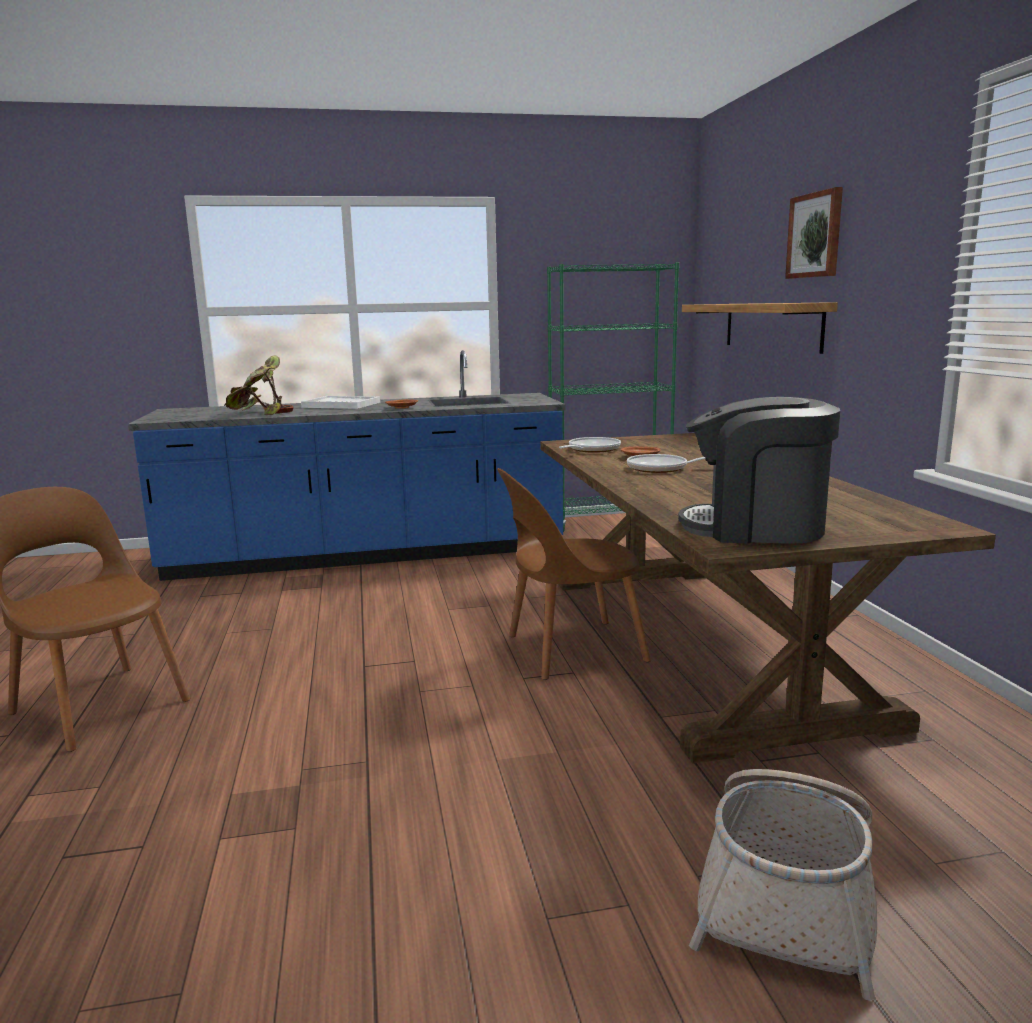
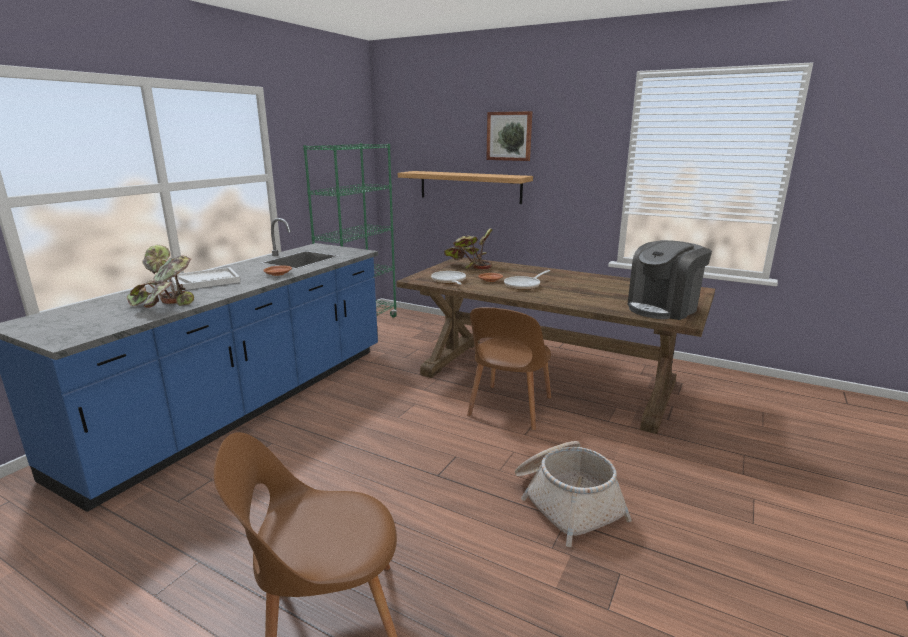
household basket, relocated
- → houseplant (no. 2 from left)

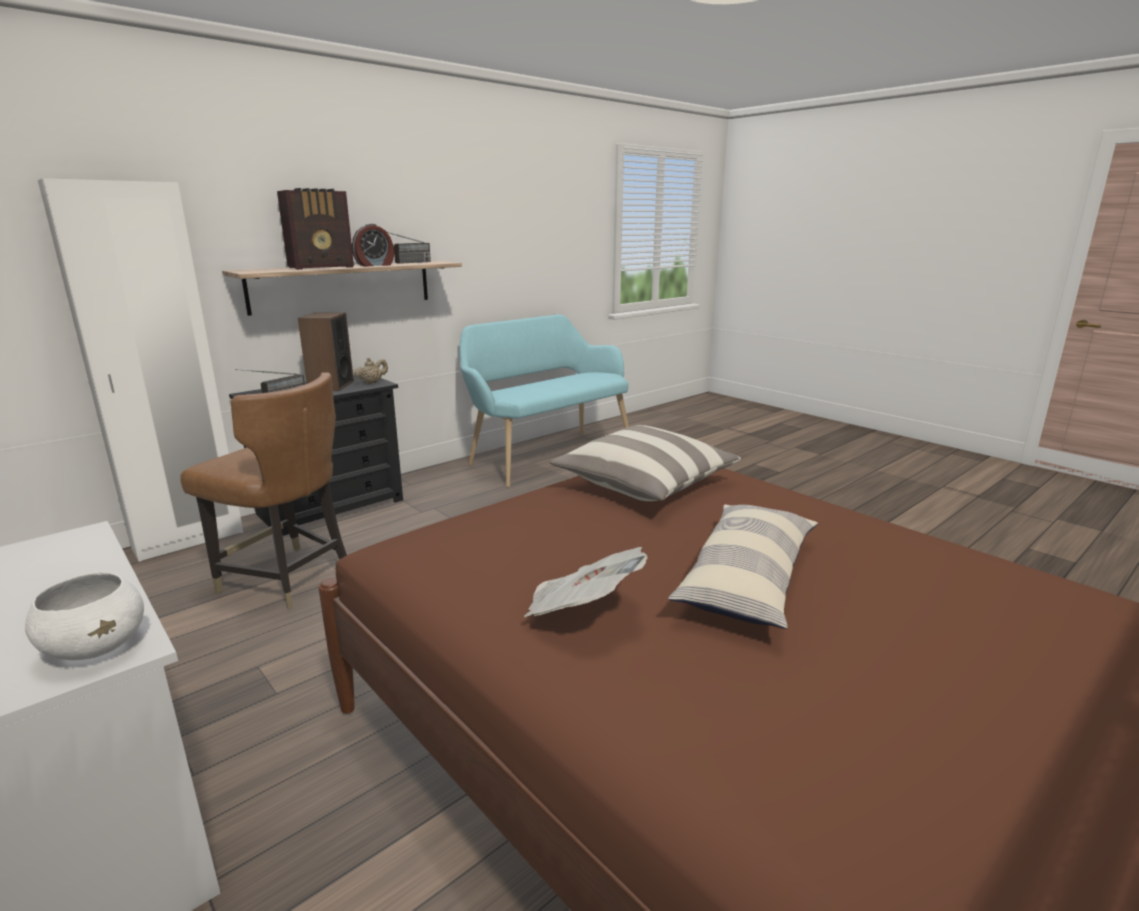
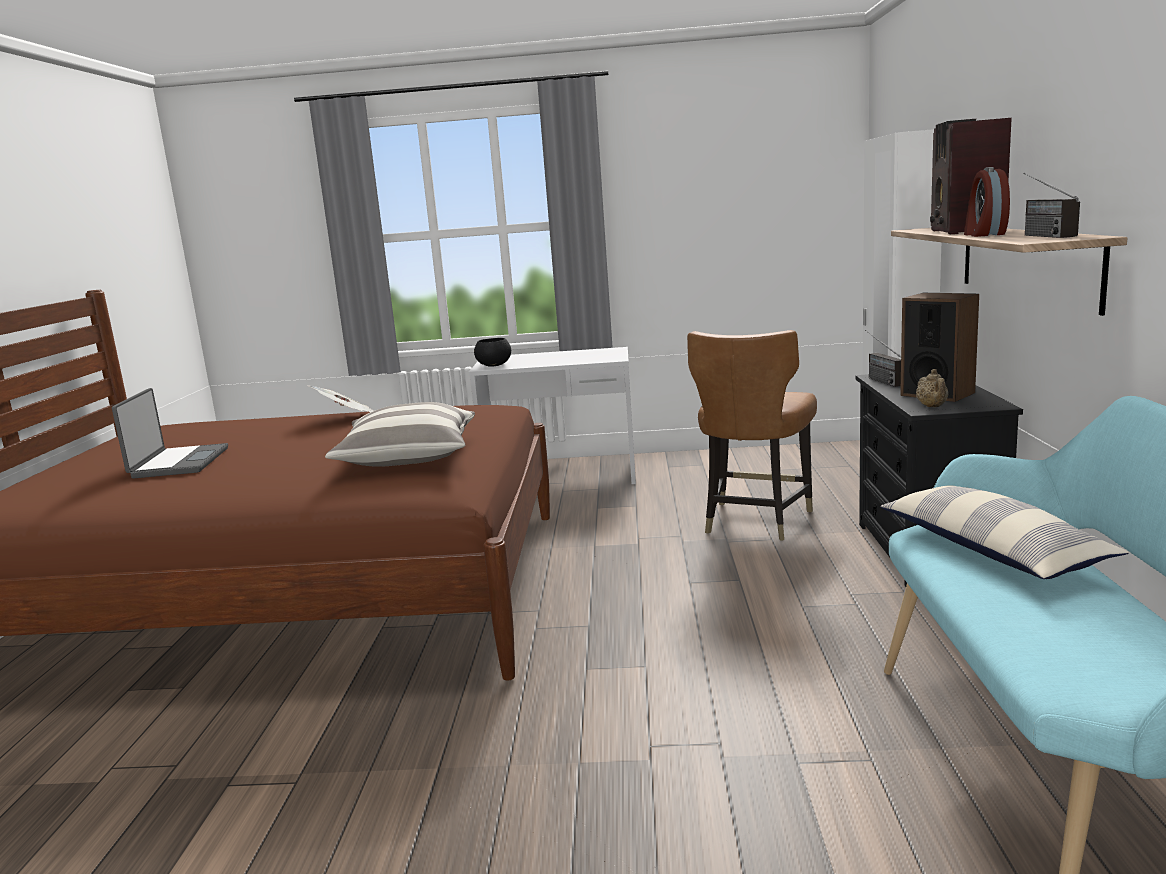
white-coloured bowl → black-coloured bowl
brown upright chair, 45 degrees counterclockwise
cushion (no. 2 from left), relocated
- → portable computer

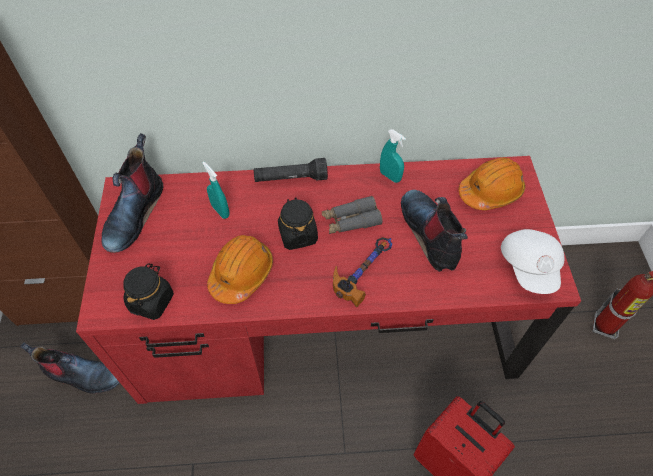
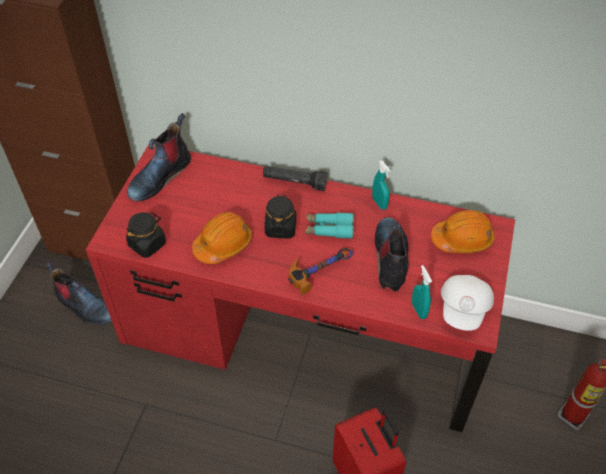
turquoise hand sprayer (no. 1 from left in the first image) → turquoise hand sprayer (no. 2 from left), relocated
greyish field glasses → turquoise field glasses

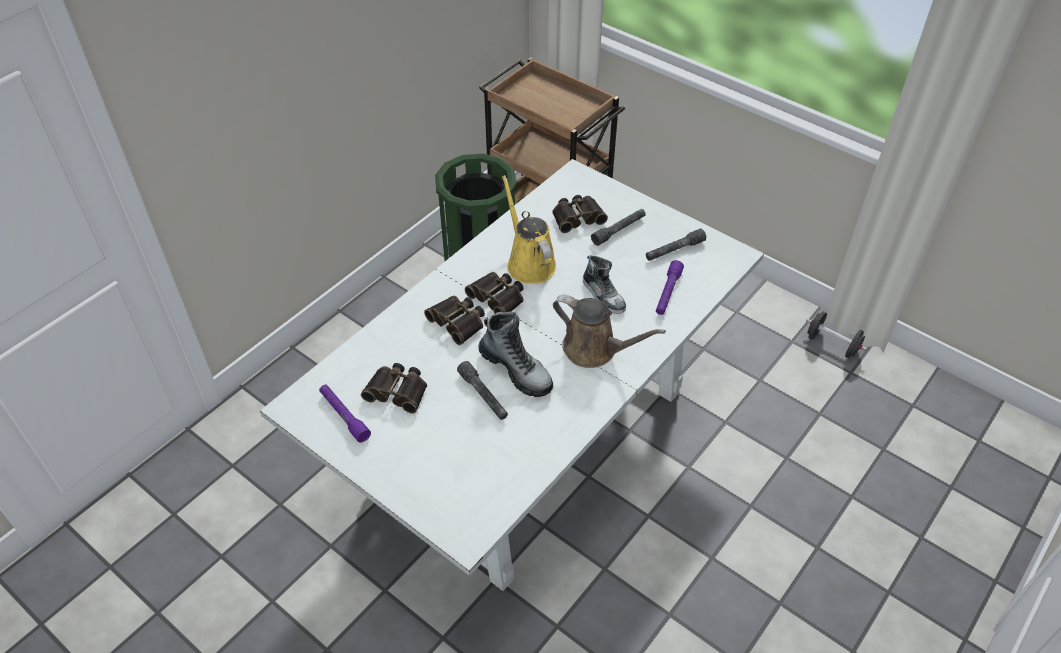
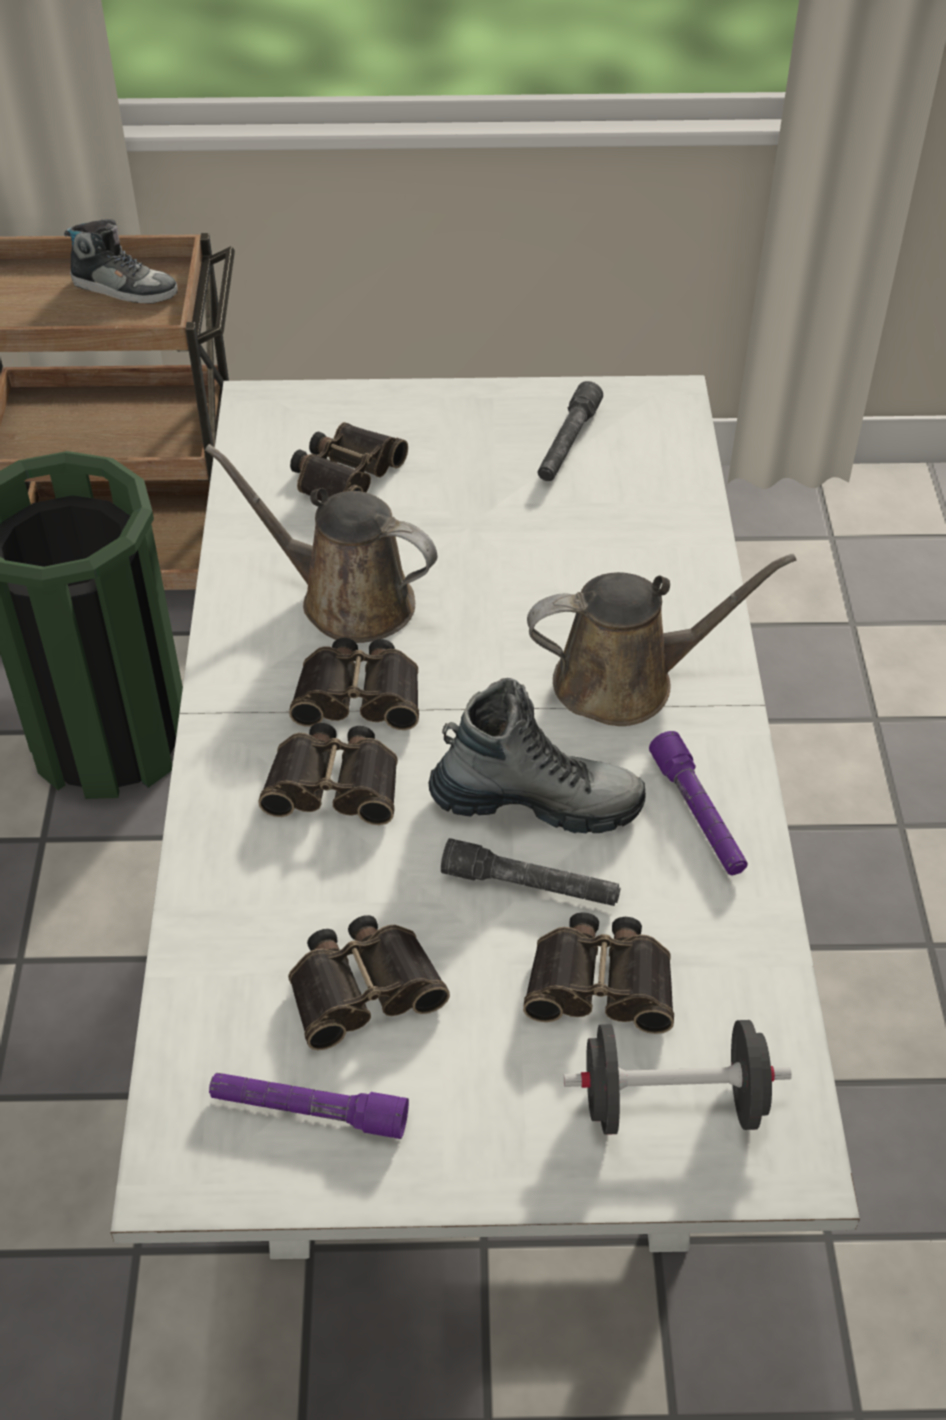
yellow-coloured watering can → brown watering can (no. 1 from left)
low shoe, relocated
greyish hand torch (no. 2 from left) → -
purple hand torch (no. 2 from left), relocated
black-coloured dumbbell, relocated
- → field glasses (no. 5 from left)

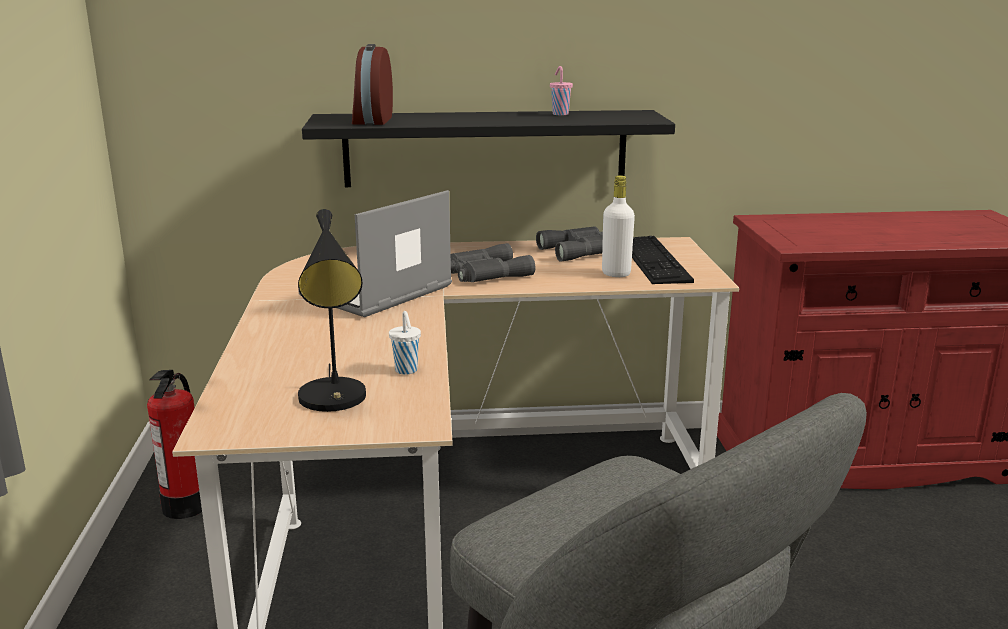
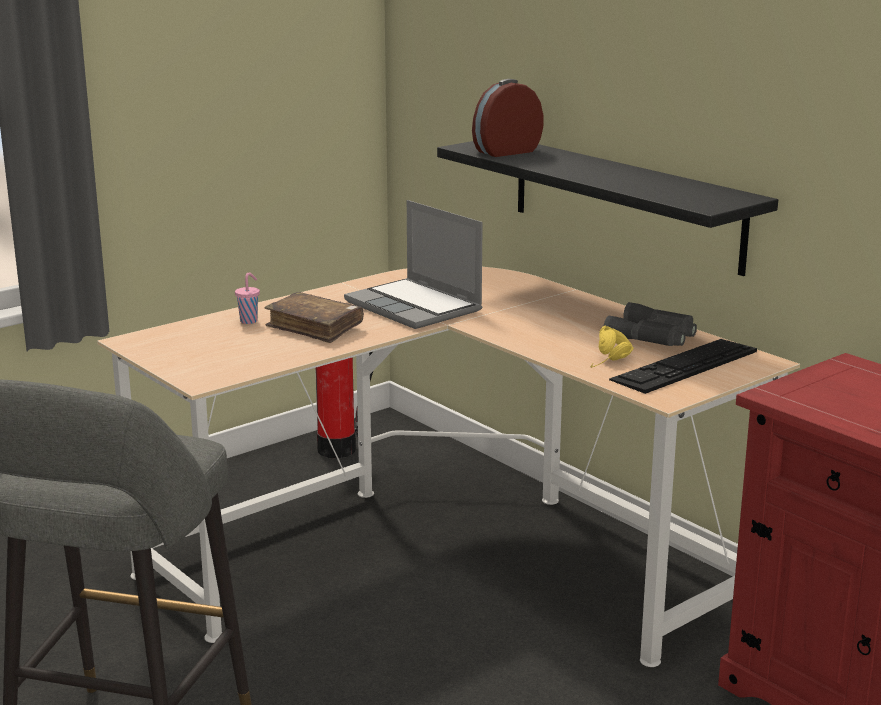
portable computer, 135 degrees counterclockwise
black-coloured lamp for a table → -
white-coloured small cup → -
greyish field glasses (no. 1 from left) → -
pinkish small cup, relocated
white-coloured bottle → yellow-coloured headset
- → brown volume

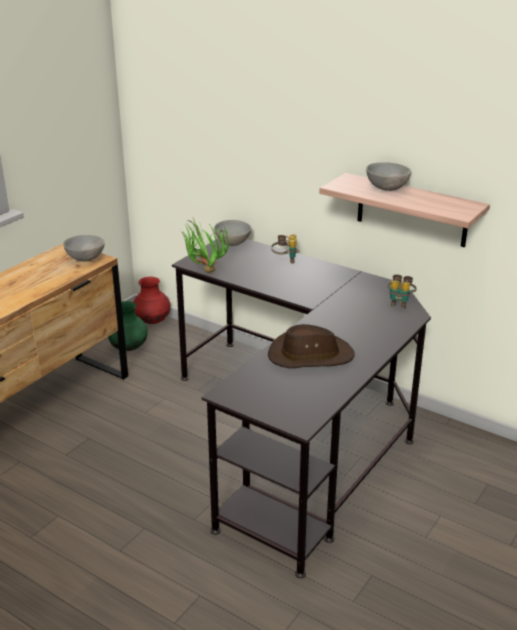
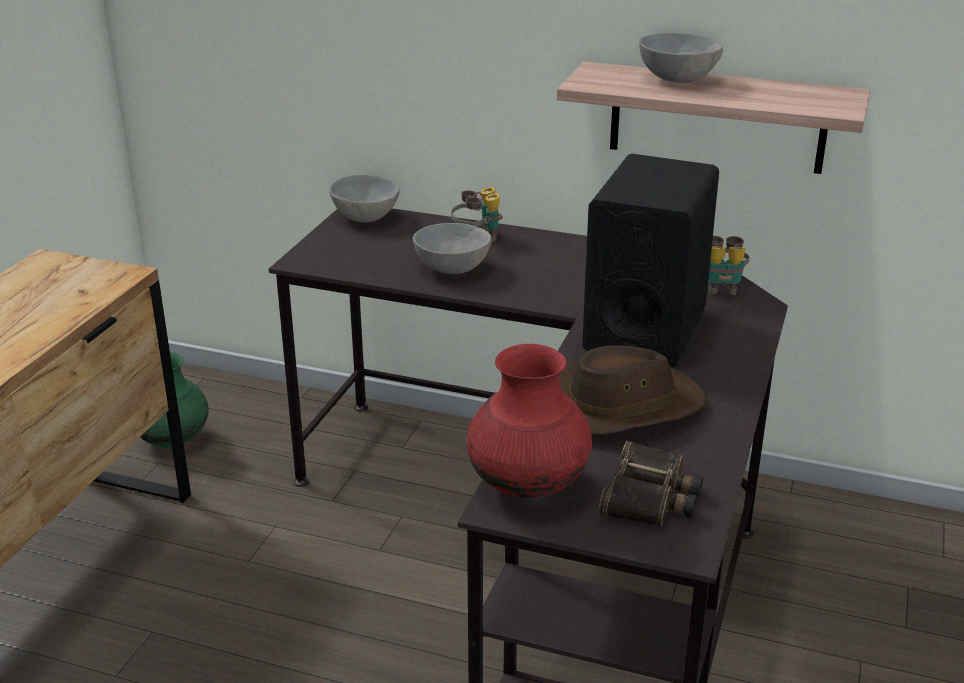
greyish bowl (no. 1 from left in the first image) → greyish bowl (no. 2 from left), relocated
reddish flower vase, relocated
houseplant → -
- → black-coloured speaker
- → field glasses (no. 2 from left)

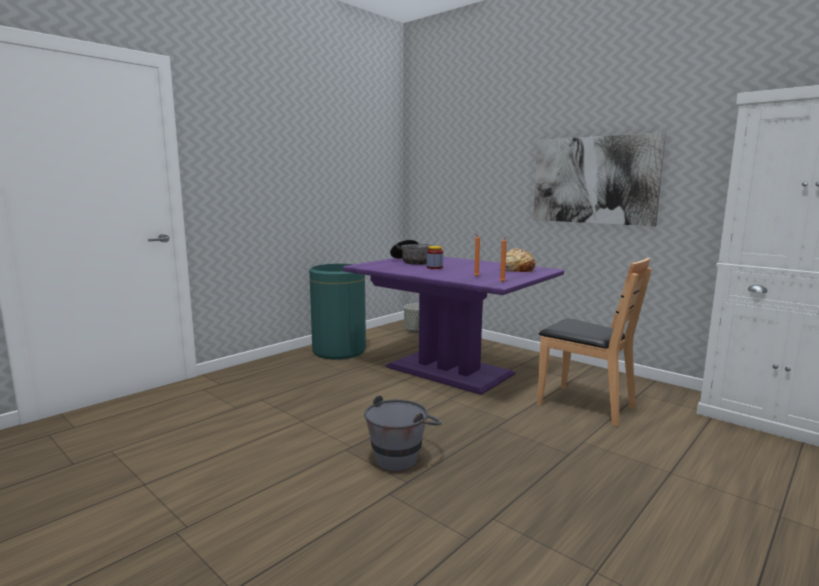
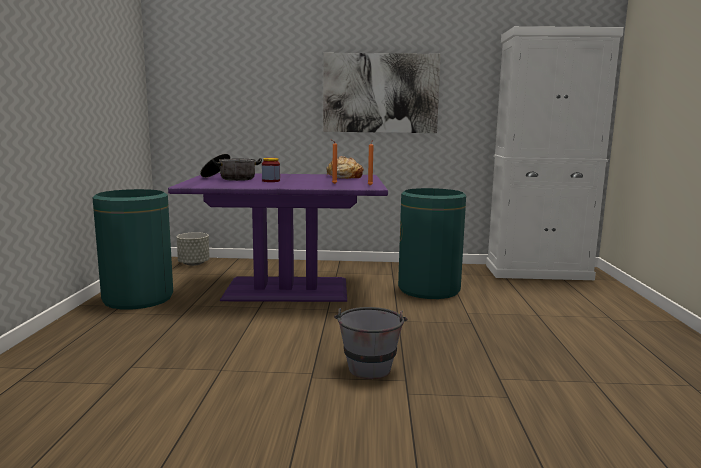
brown upright chair → green-coloured trash can (no. 2 from left)

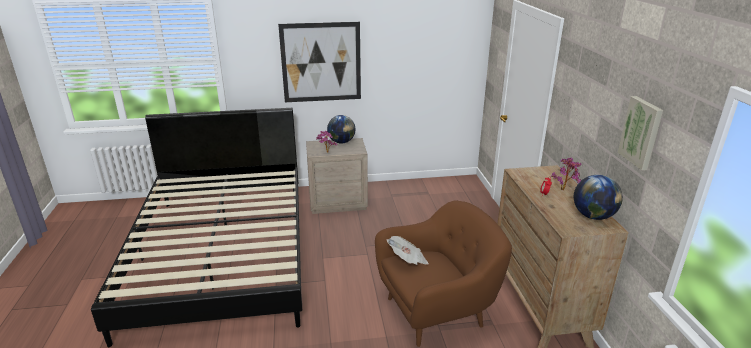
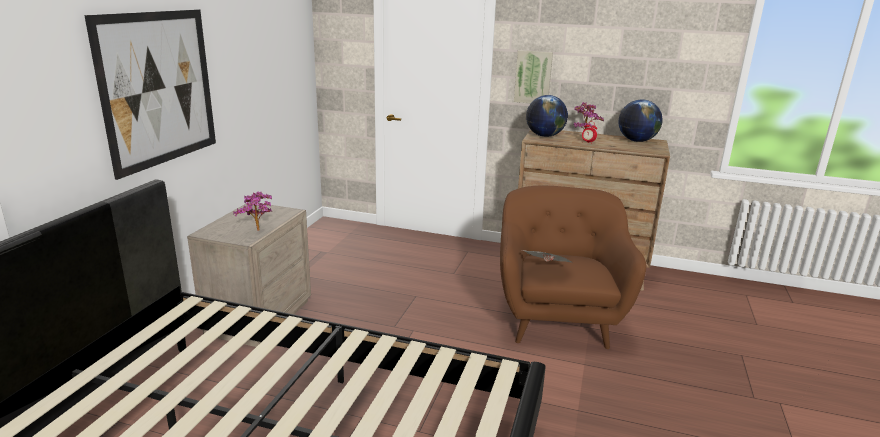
globe (no. 1 from left), relocated
wall picture (no. 2 from left), relocated

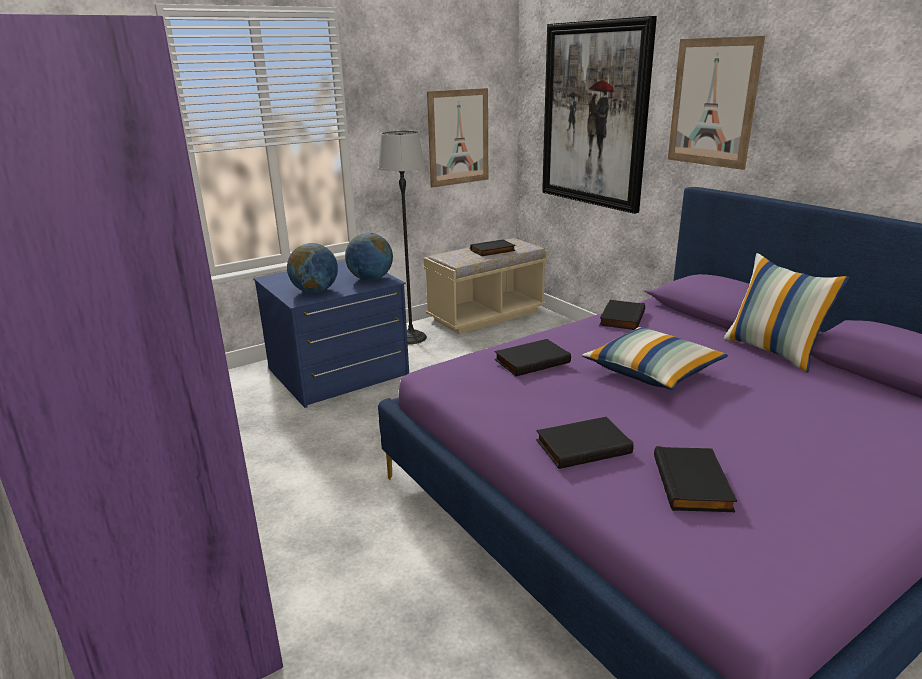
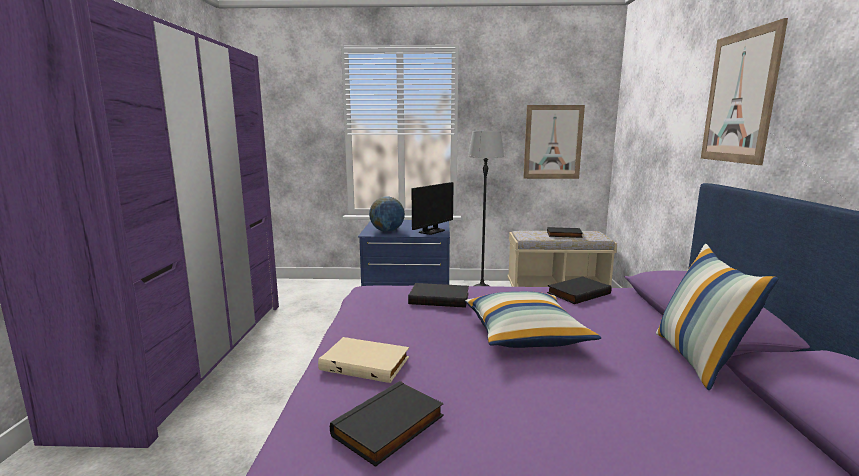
globe (no. 2 from left) → monitor
black-coloured volume (no. 3 from left) → beige-coloured volume
wall picture (no. 2 from left) → -

